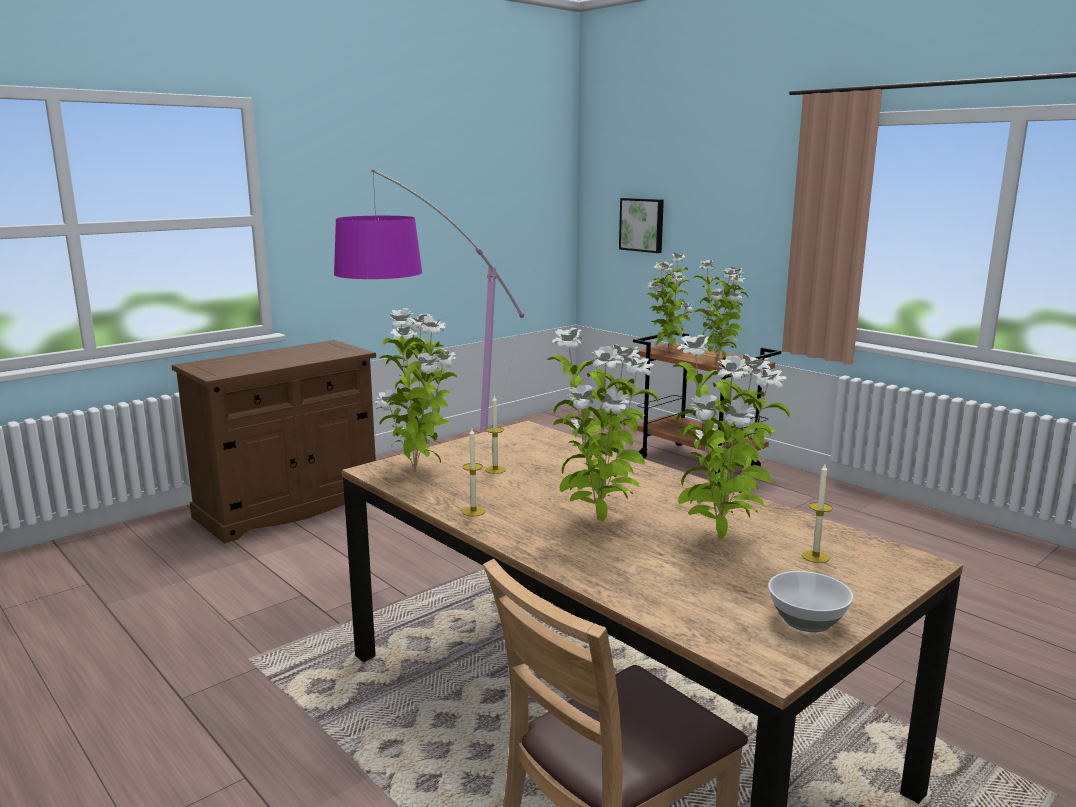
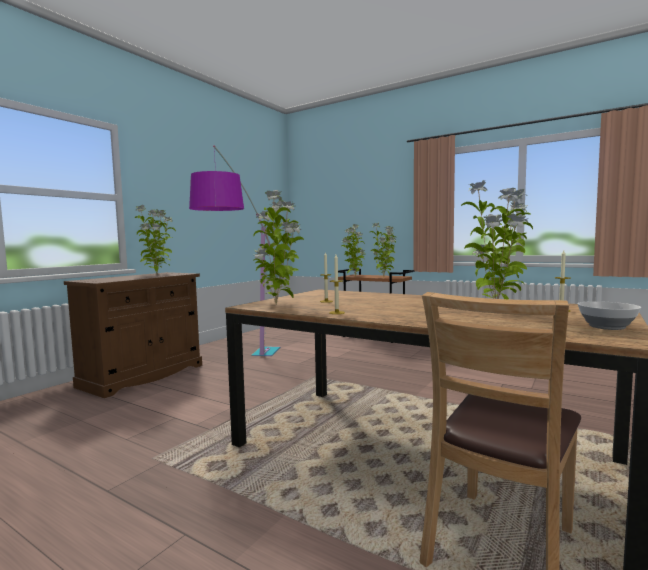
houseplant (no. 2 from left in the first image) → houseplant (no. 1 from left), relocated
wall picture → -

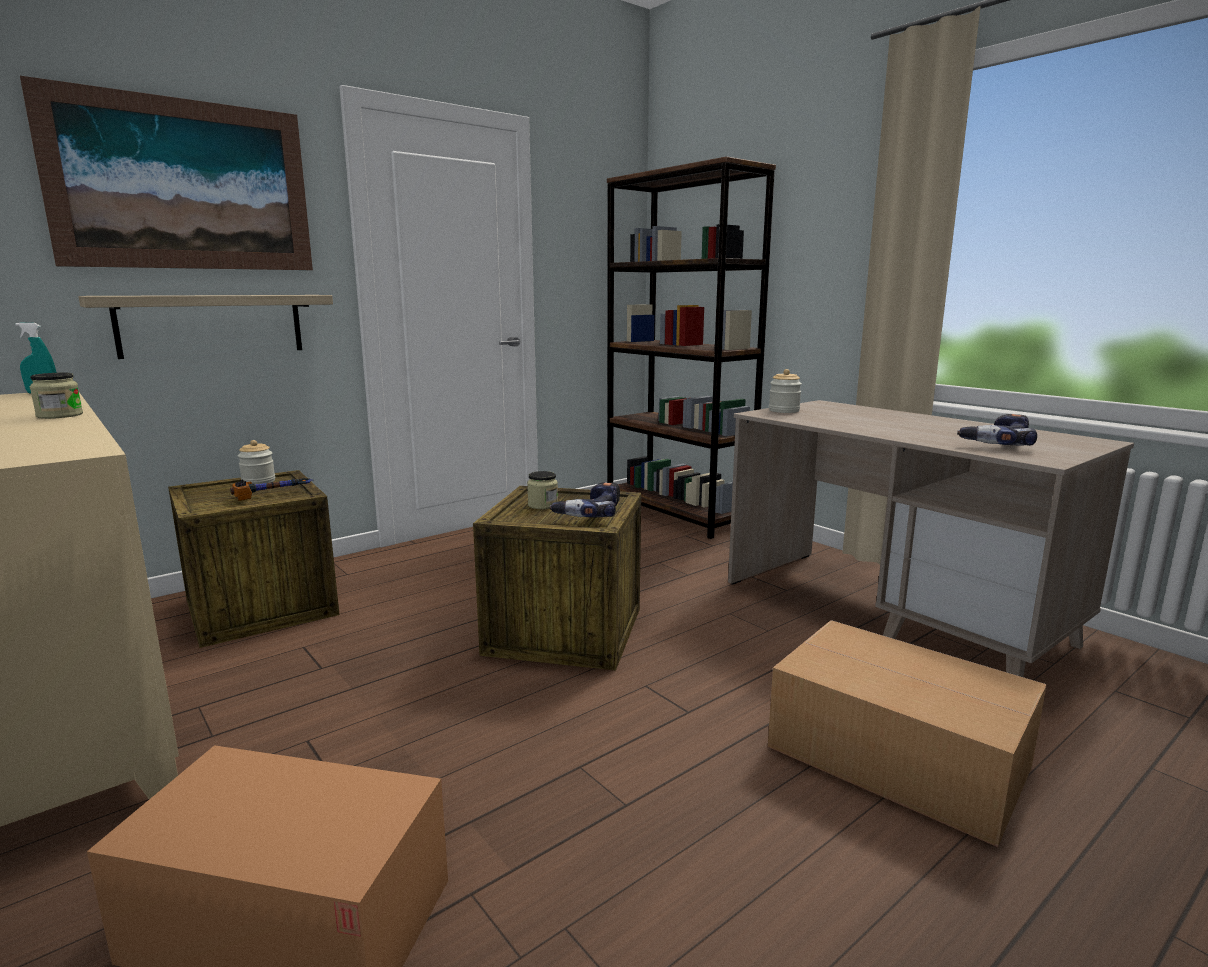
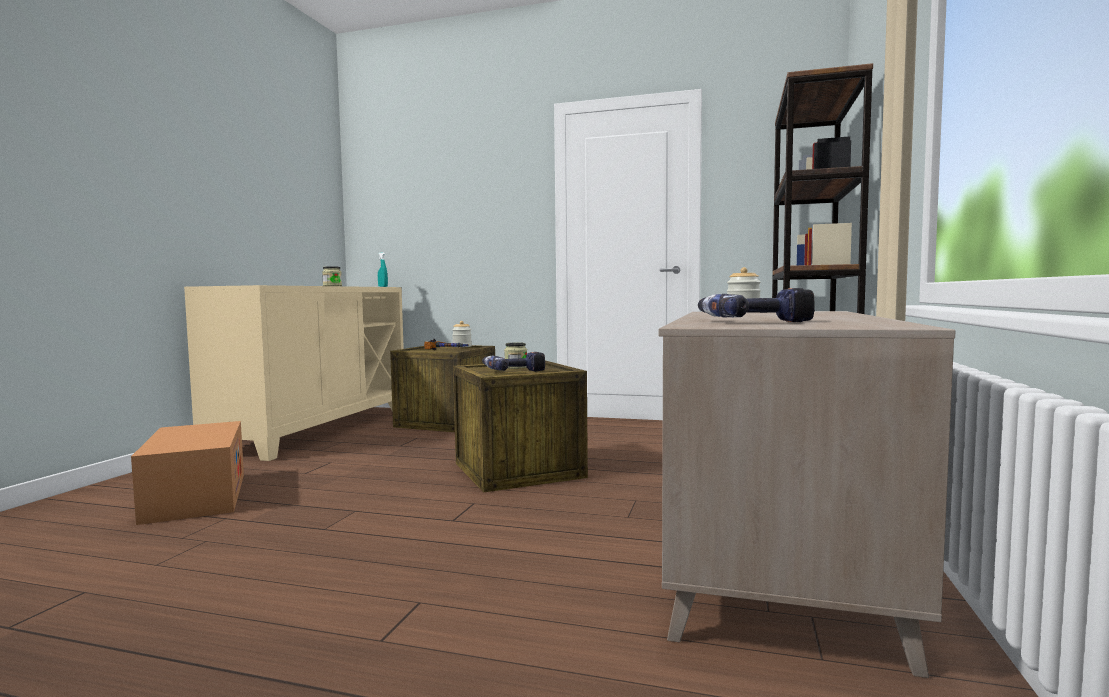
wall picture → -
bracket shelf → -
carton (no. 2 from left) → -

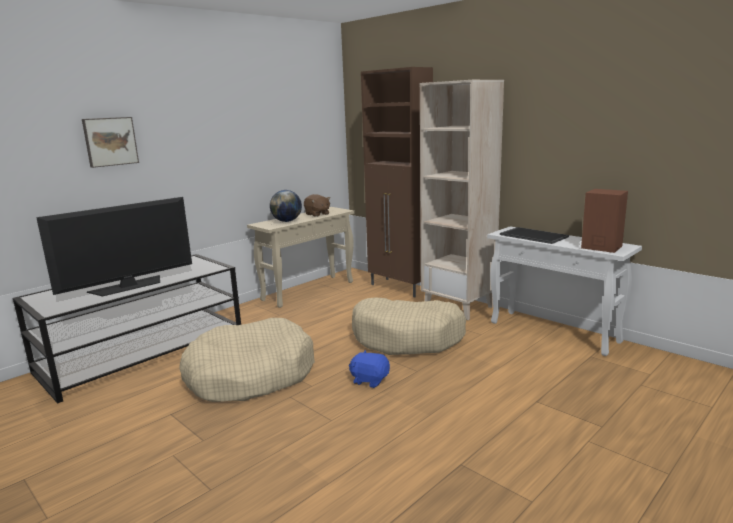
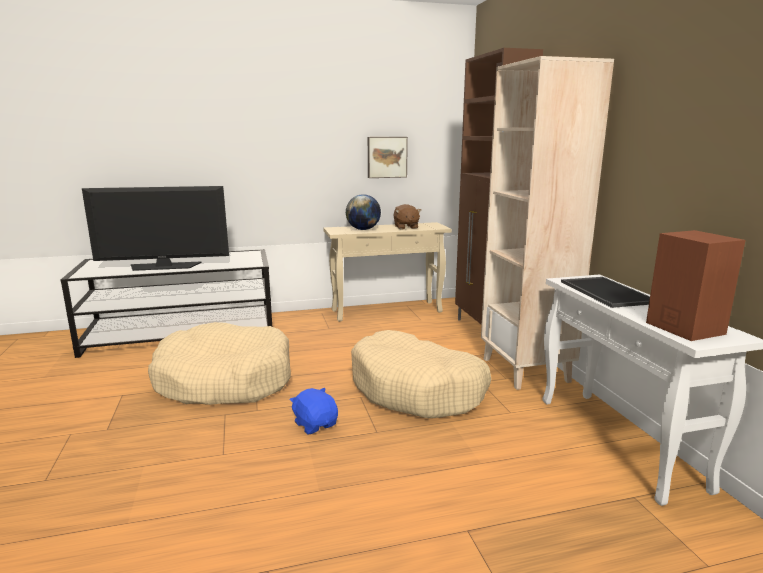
wall picture, relocated

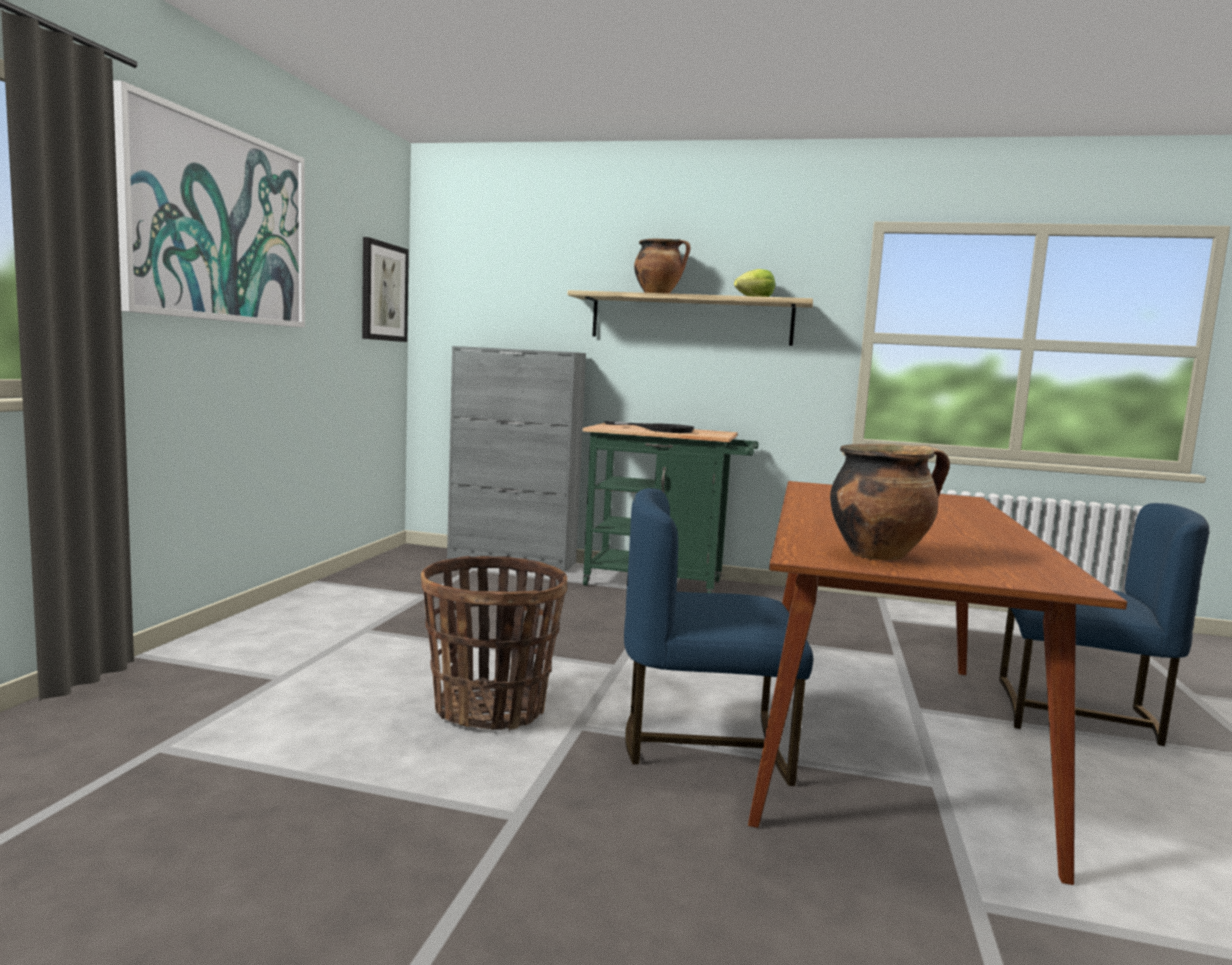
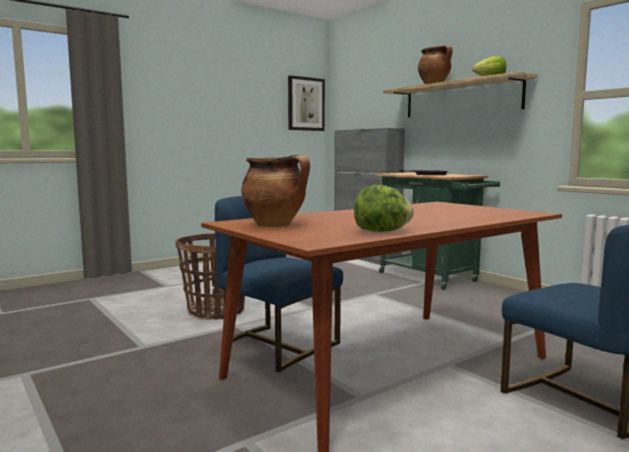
wall picture (no. 1 from left) → -
- → lettuce head (no. 1 from left)

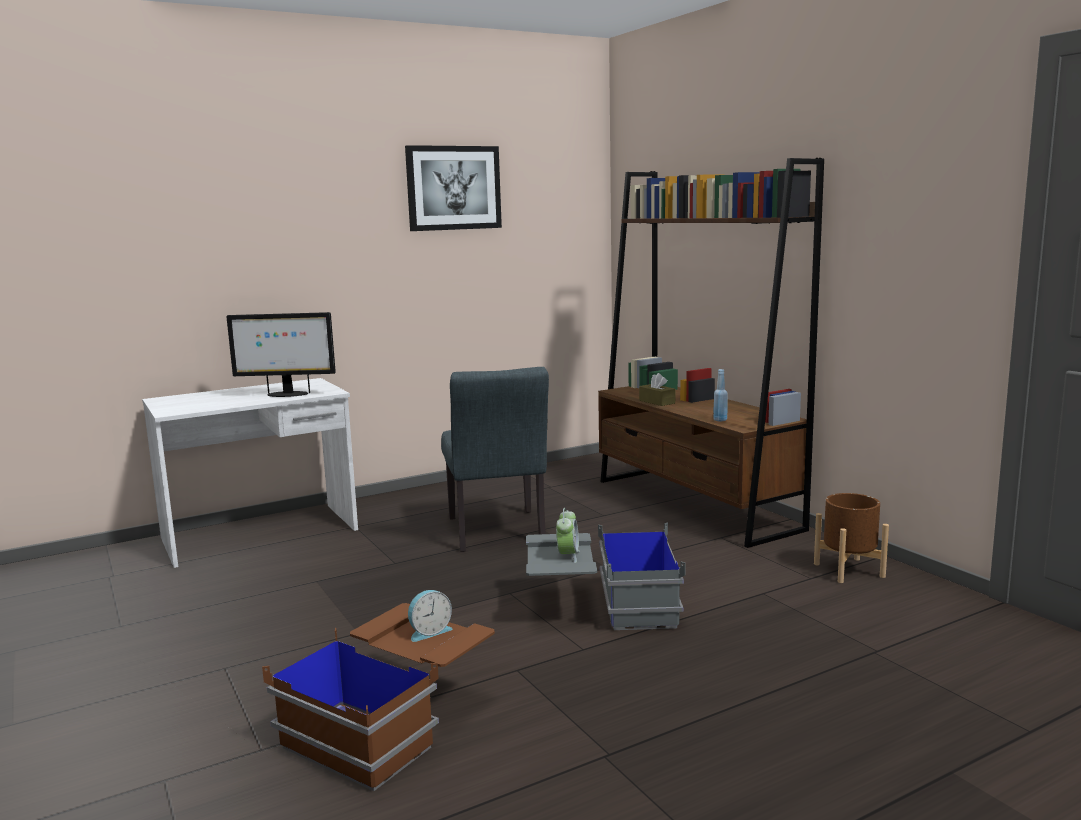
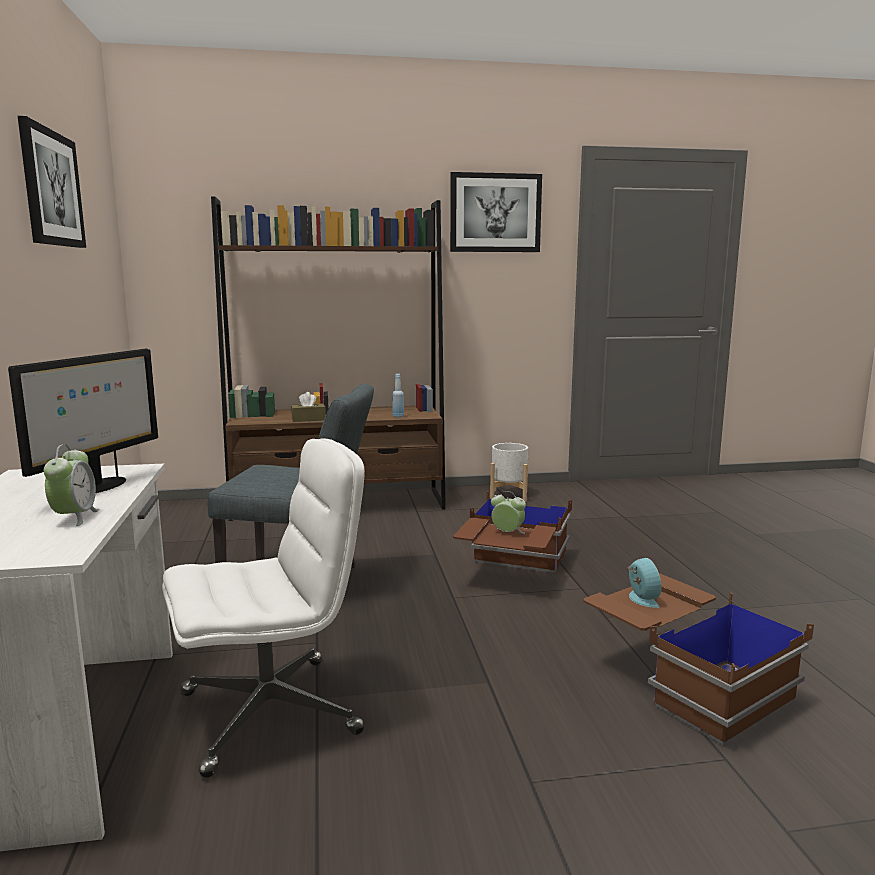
greyish storage box → brown storage box (no. 1 from left)
brown flower pot → white-coloured flower pot
- → table clock (no. 1 from left)
- → white-coloured office chair
- → wall picture (no. 2 from left)

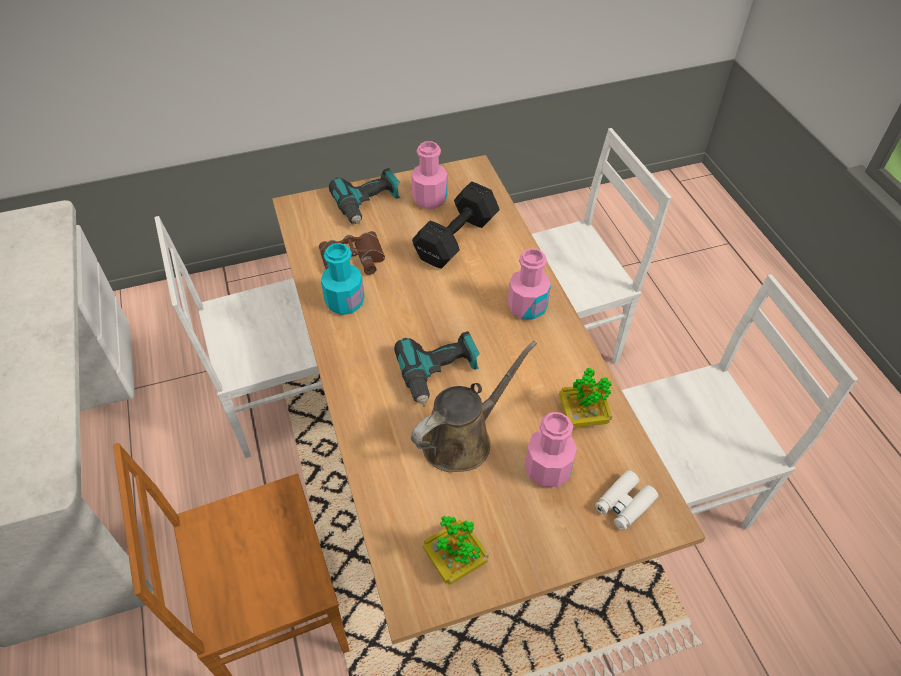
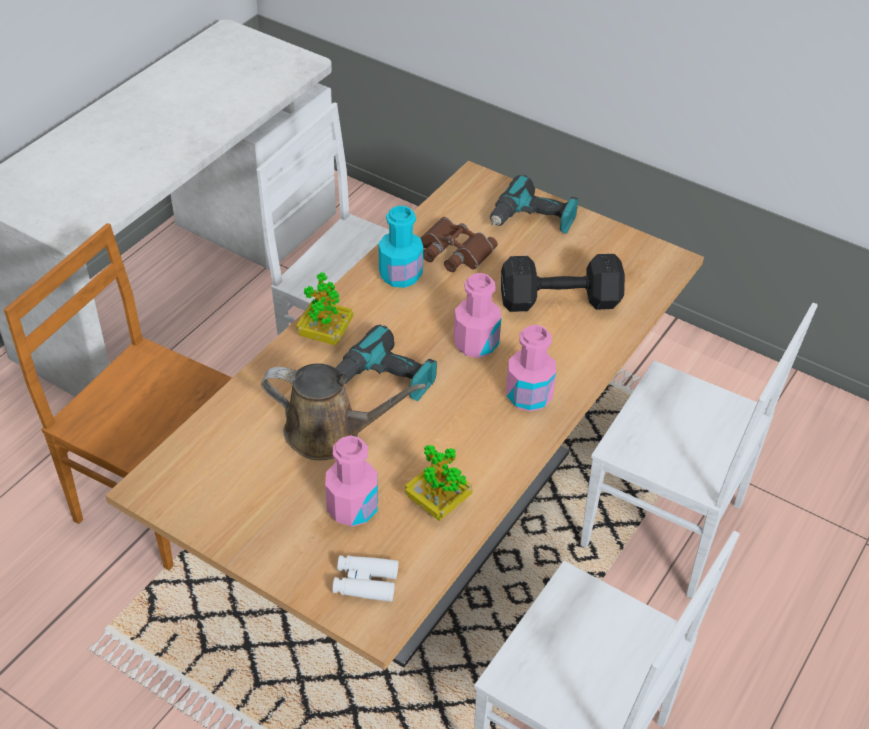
pinkish bottle (no. 1 from left in the first image) → pinkish bottle (no. 2 from left), relocated
houseplant (no. 1 from left), relocated

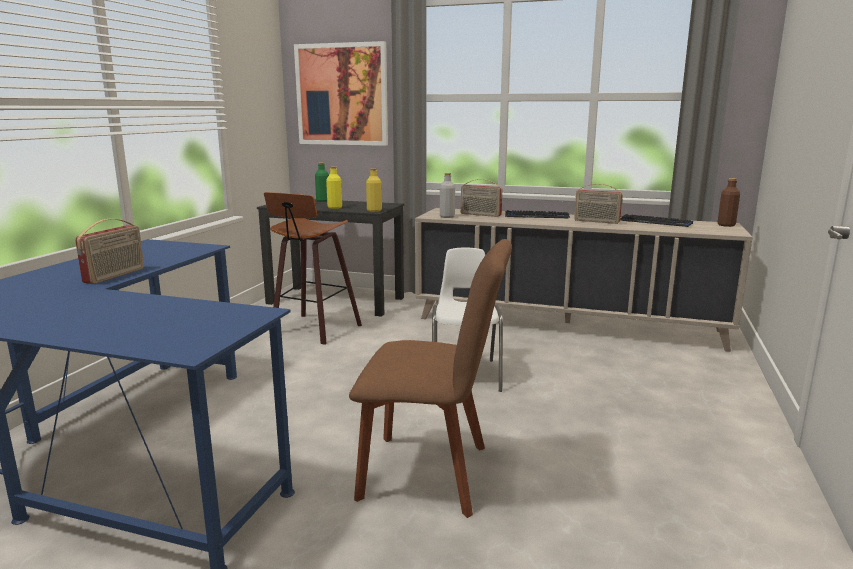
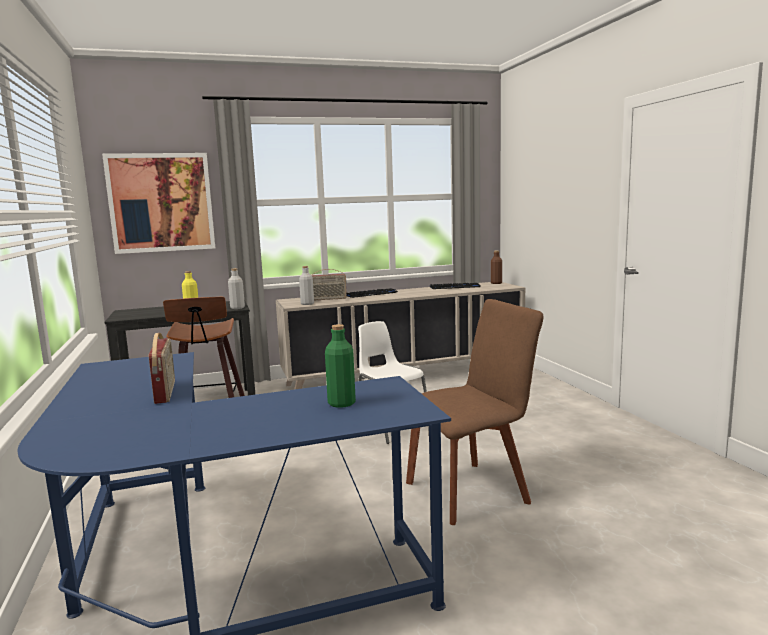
green-coloured bottle, relocated
yellow-coloured bottle (no. 2 from left) → greyish bottle (no. 1 from left)
radio (no. 3 from left) → -

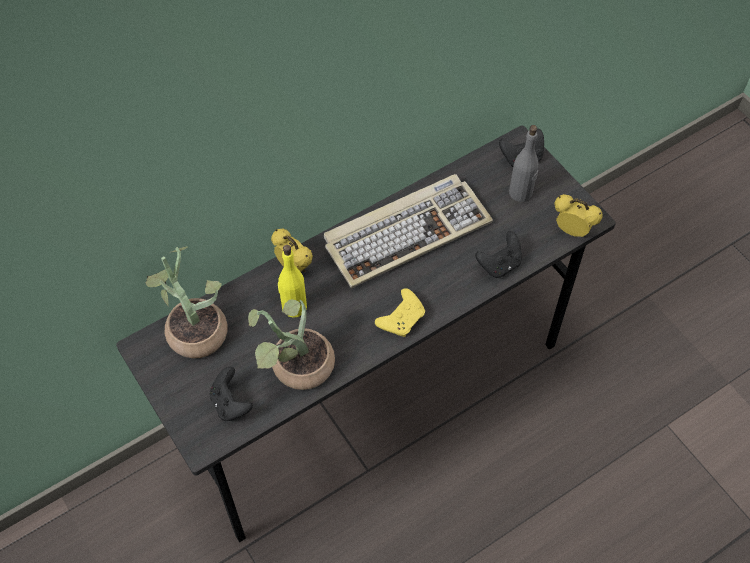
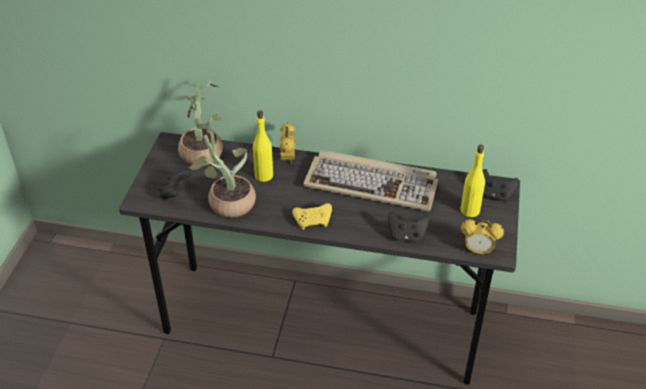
greyish bottle → yellow-coloured bottle (no. 2 from left)
table clock (no. 2 from left), 120 degrees clockwise

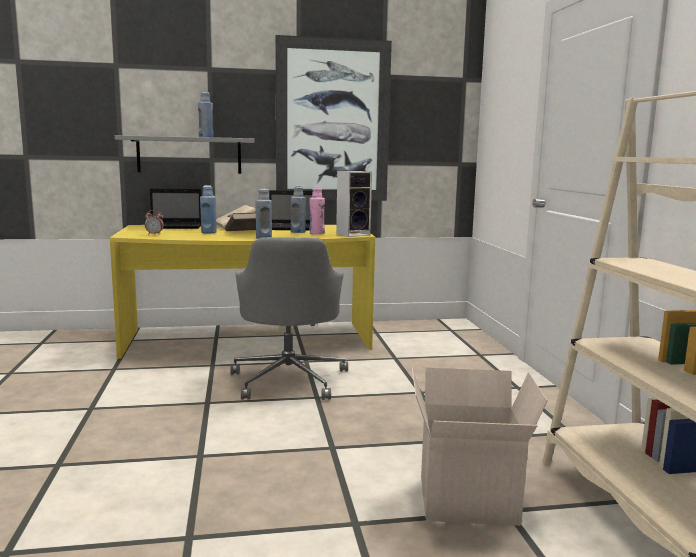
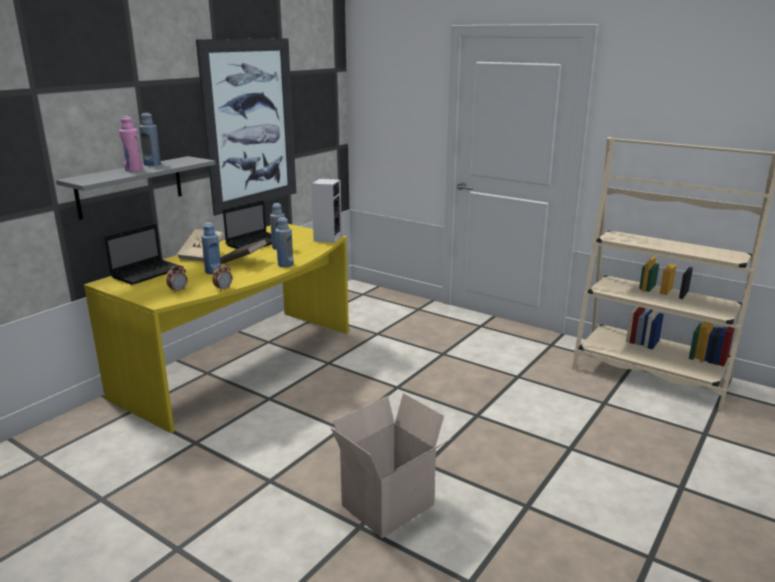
greyish office chair → -
pinkish bottle, relocated
carton, relocated
- → table clock (no. 2 from left)

